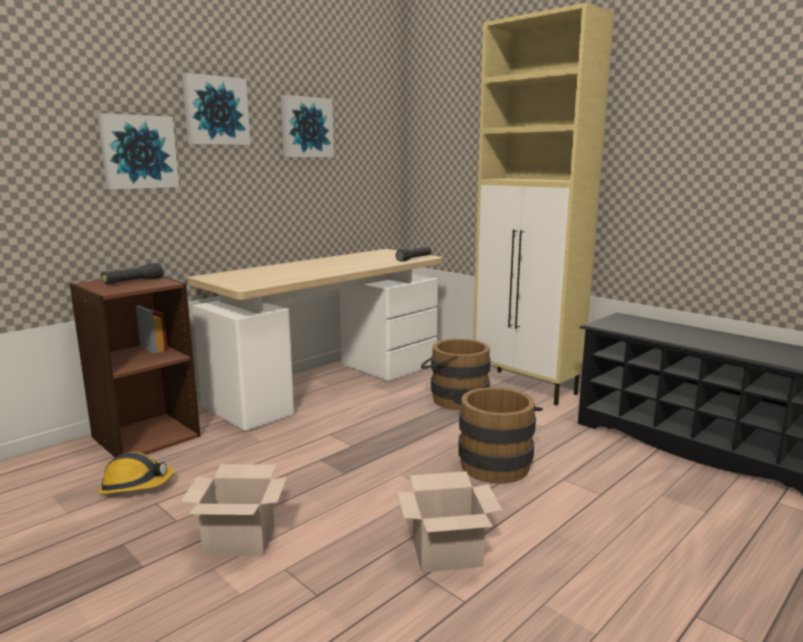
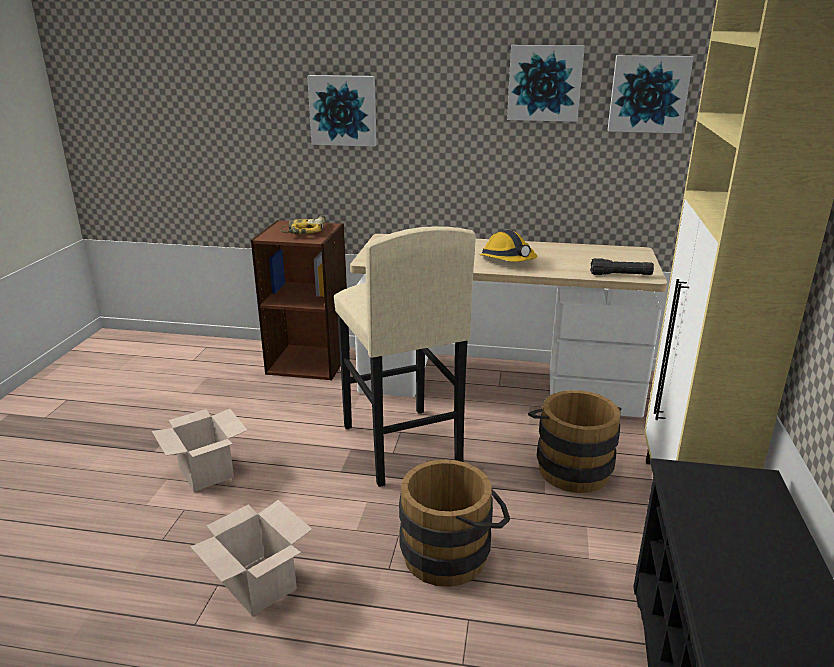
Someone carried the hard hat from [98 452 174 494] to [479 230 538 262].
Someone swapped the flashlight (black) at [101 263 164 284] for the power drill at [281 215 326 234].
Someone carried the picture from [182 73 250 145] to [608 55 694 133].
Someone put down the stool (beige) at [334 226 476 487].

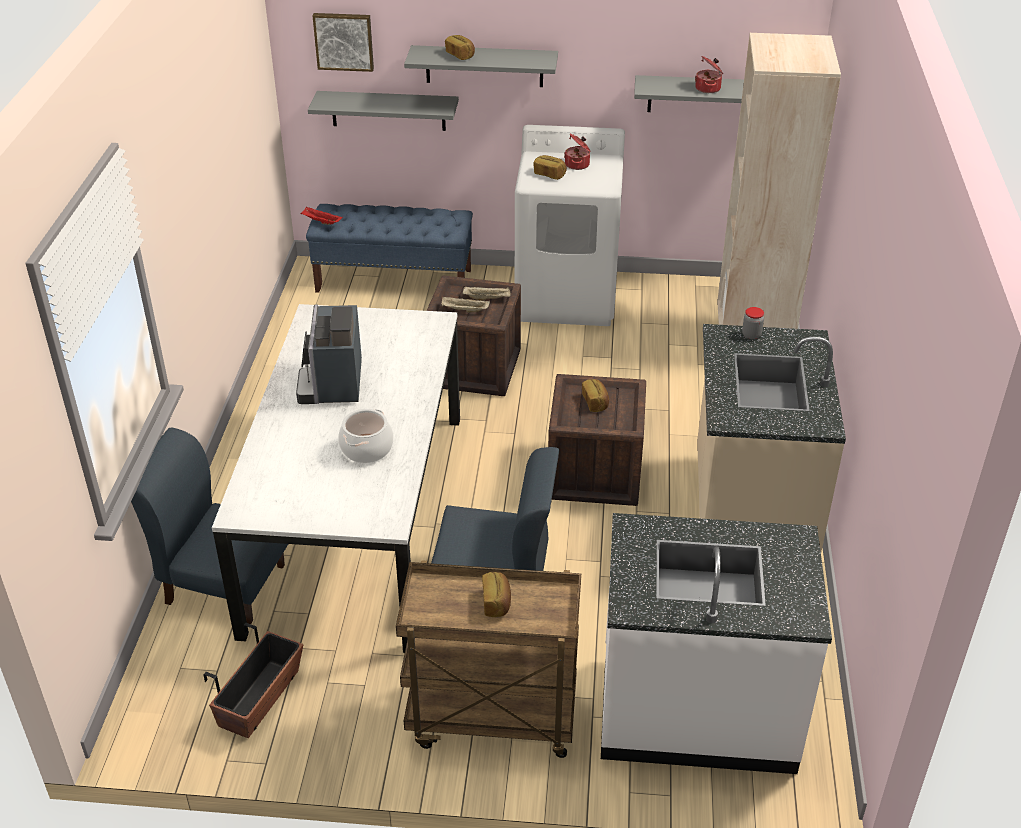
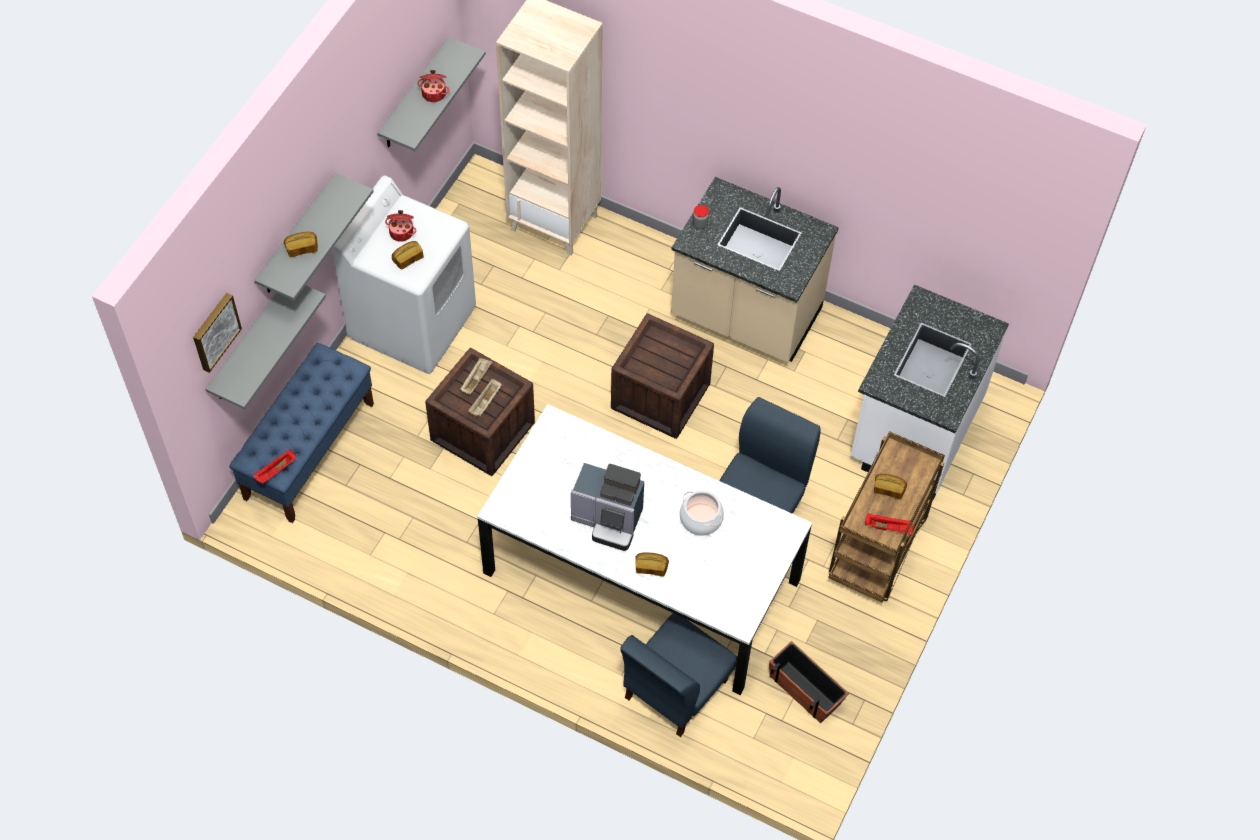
Someone carried the bread from [582 379 609 412] to [635 552 669 577].
Someone put down the tray (red) at [865 513 913 534].

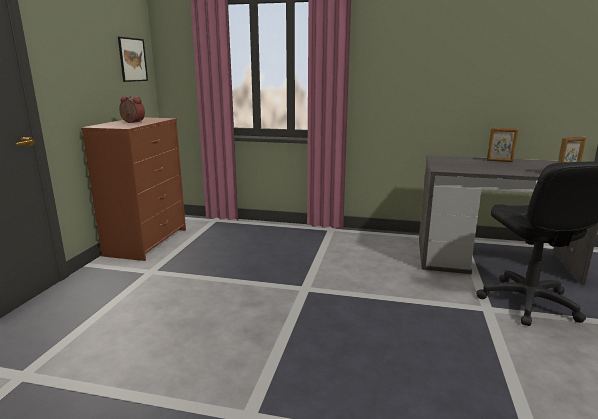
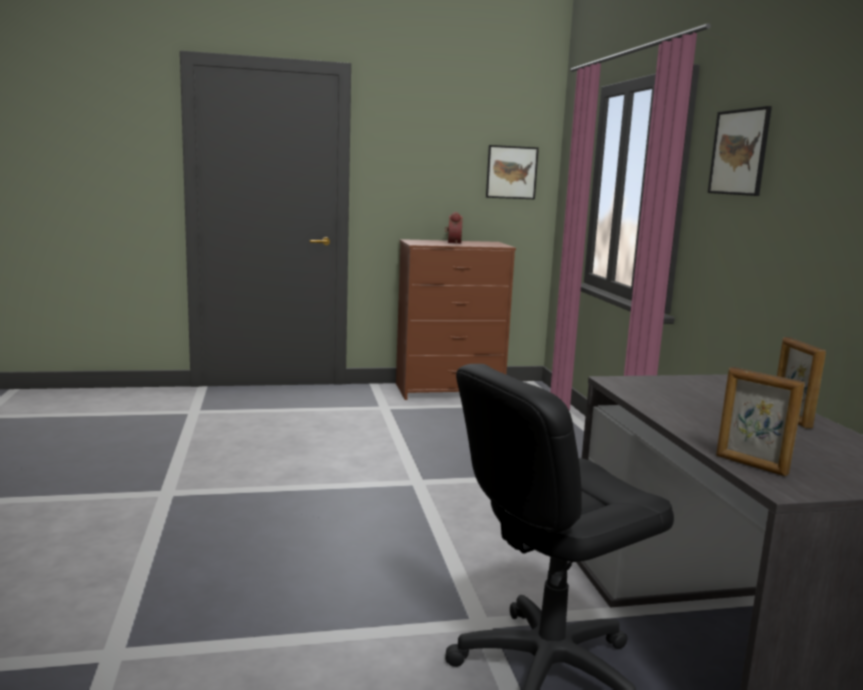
Someone put up the picture at [708 106 772 196].

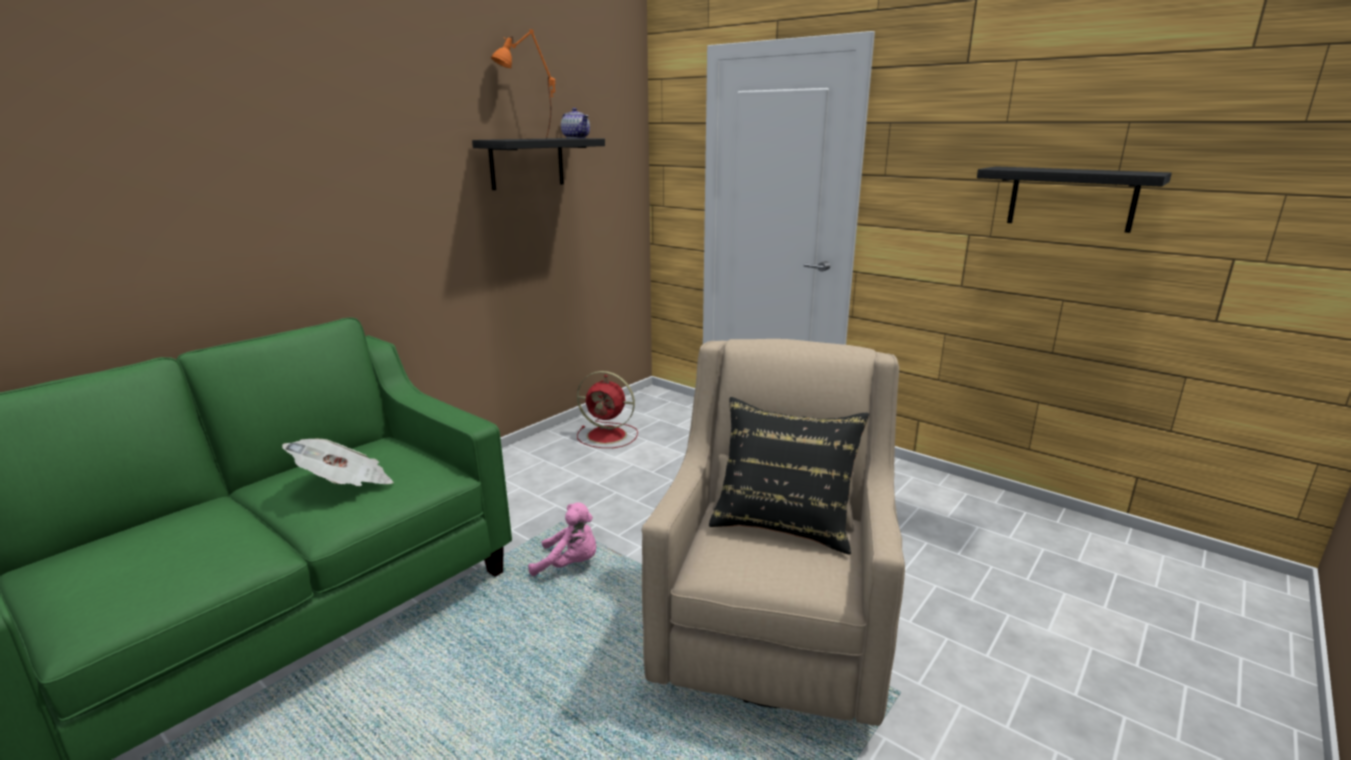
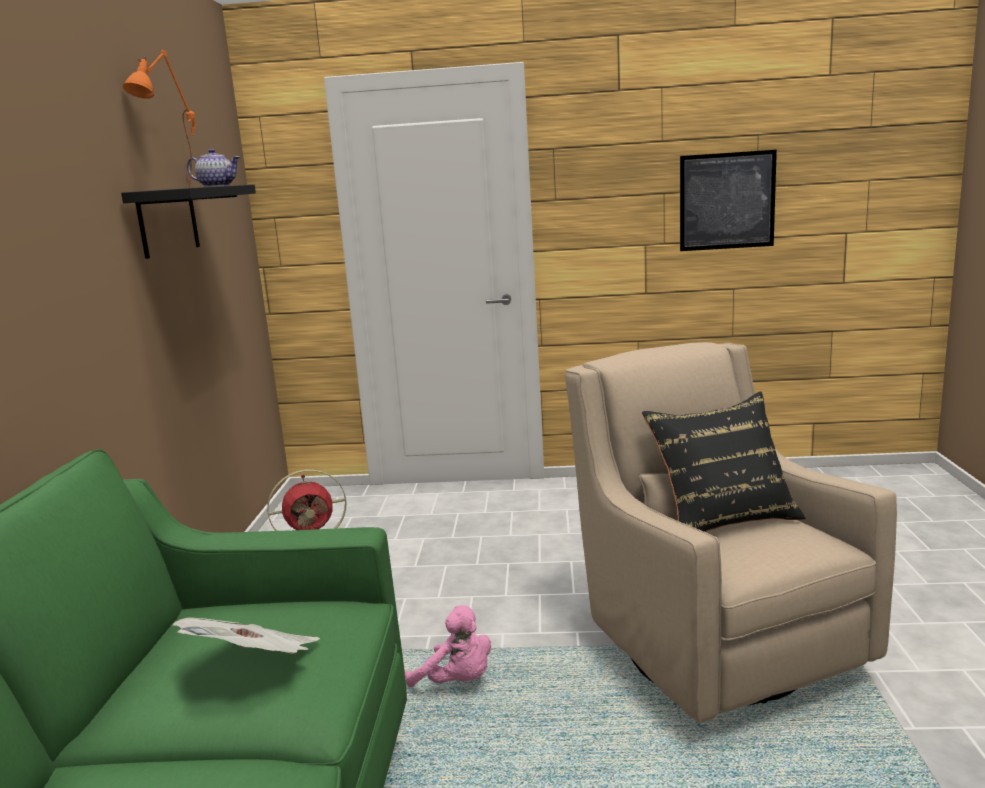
Someone rotated the plush toy (pink) at [528 503 596 576] by 60 degrees clockwise.
Someone swapped the shelf (black) at [977 166 1172 233] for the picture at [680 150 777 251].

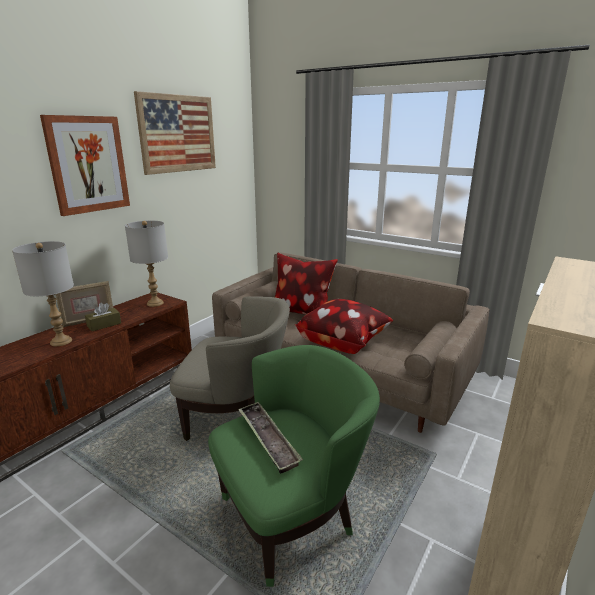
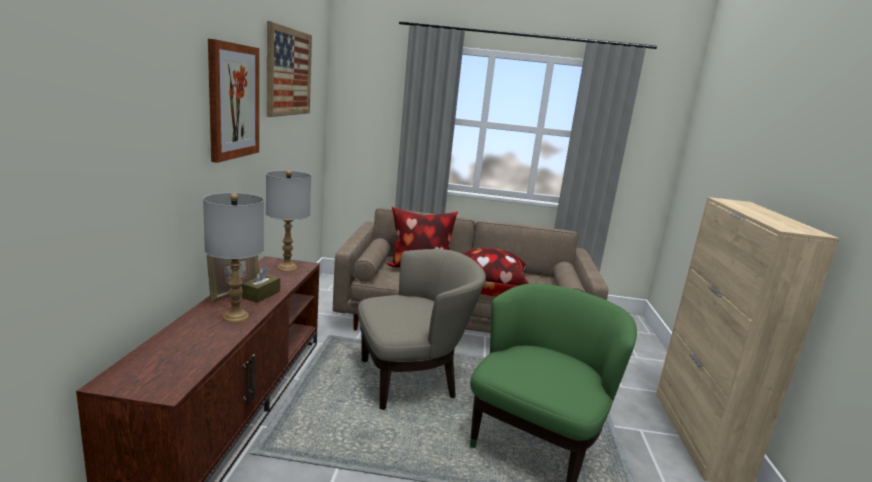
Someone took away the tray at [238 402 303 474].

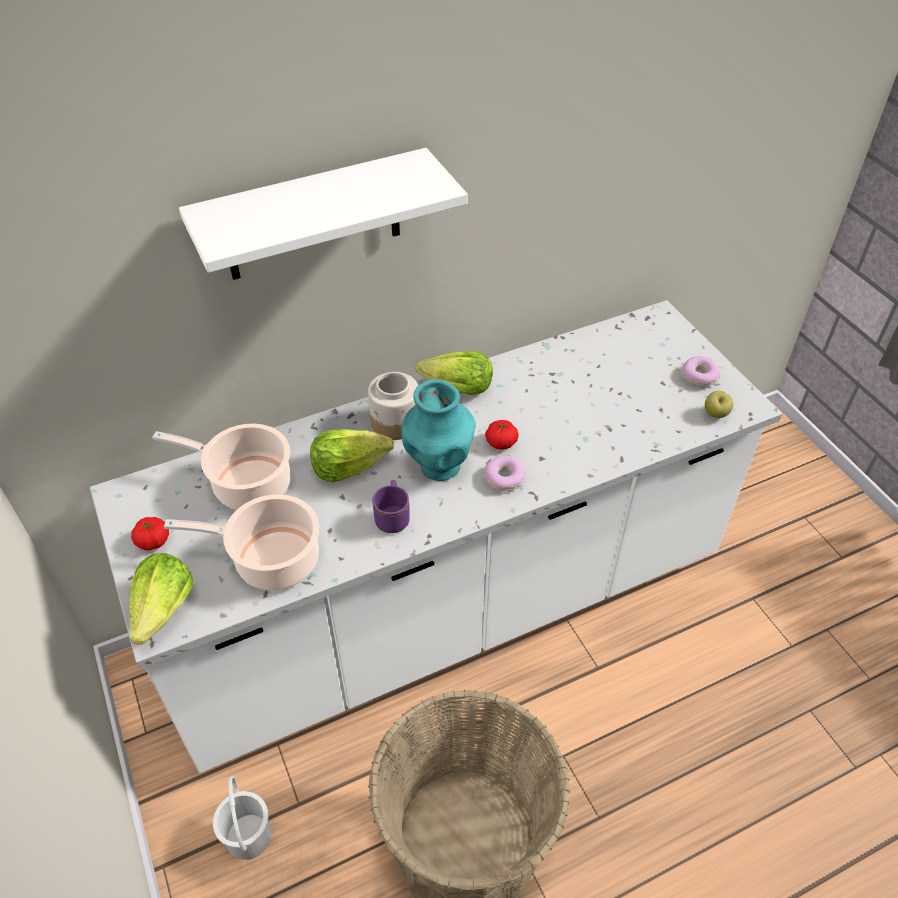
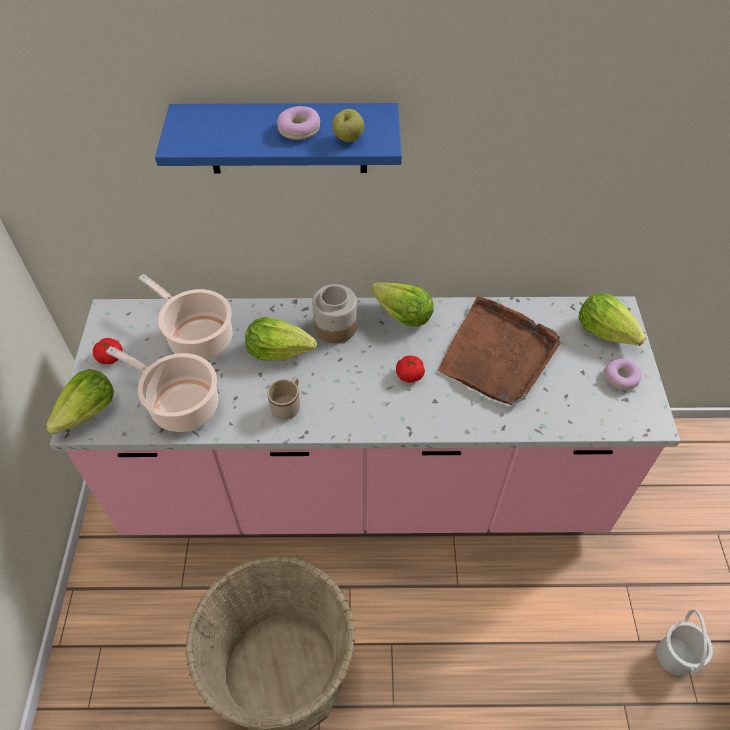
Someone repainted the counter (white) at [90 300 782 773], which became the counter (pink) at [50 296 680 535].
Someone repainted the shelf (white) at [179 148 468 280], which became the shelf (blue) at [155 103 402 174].
Someone carried the bucket (white) from [213 775 272 860] to [657 609 713 675].
Someone repainted the mug (purple) at [372 480 410 533], which became the mug (beige) at [267 376 300 420].
Someone took away the vase (turquoise) at [401 379 476 481].
Someone carried the donut from [484 456 525 491] to [277 106 321 140].
Someone carried the apple from [705 391 733 418] to [333 109 364 142].
Someone put down the tray (brown) at [438 296 561 405].
Someone put down the lettuce at [578 293 646 346].

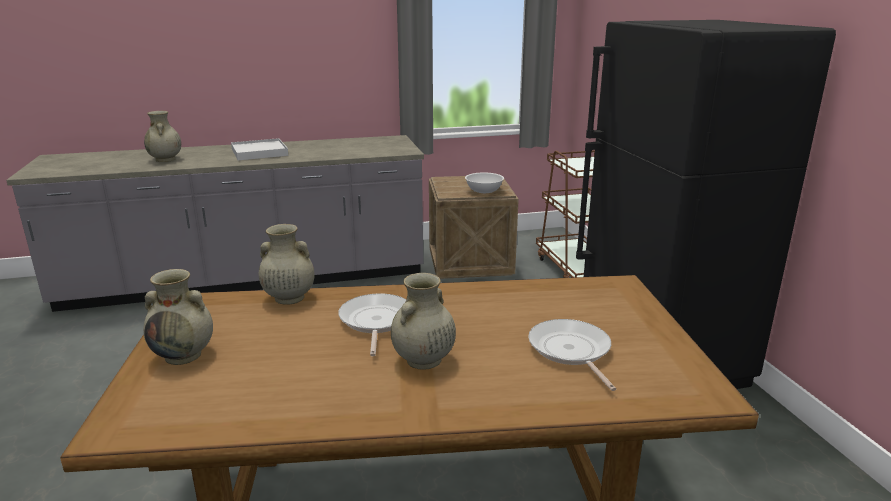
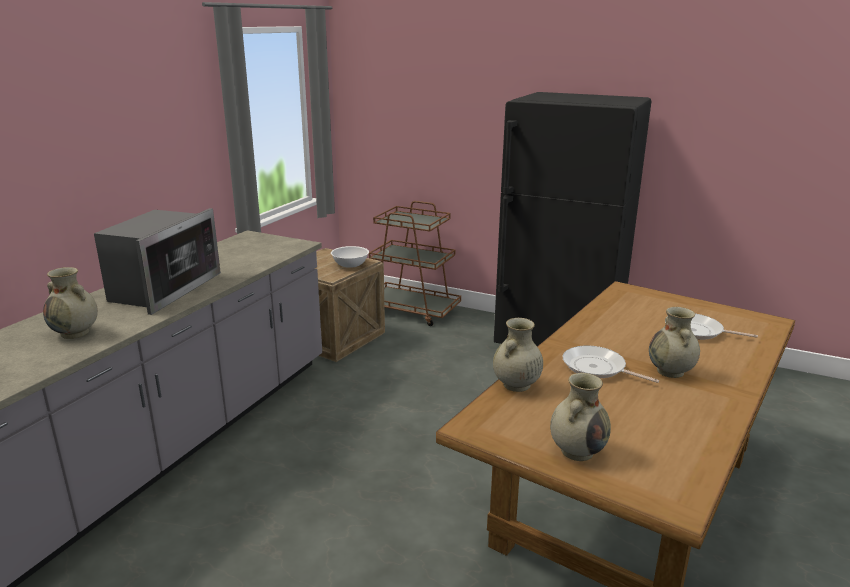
Someone swapped the tray (white) at [231 138 288 160] for the microwave at [94 208 221 315].

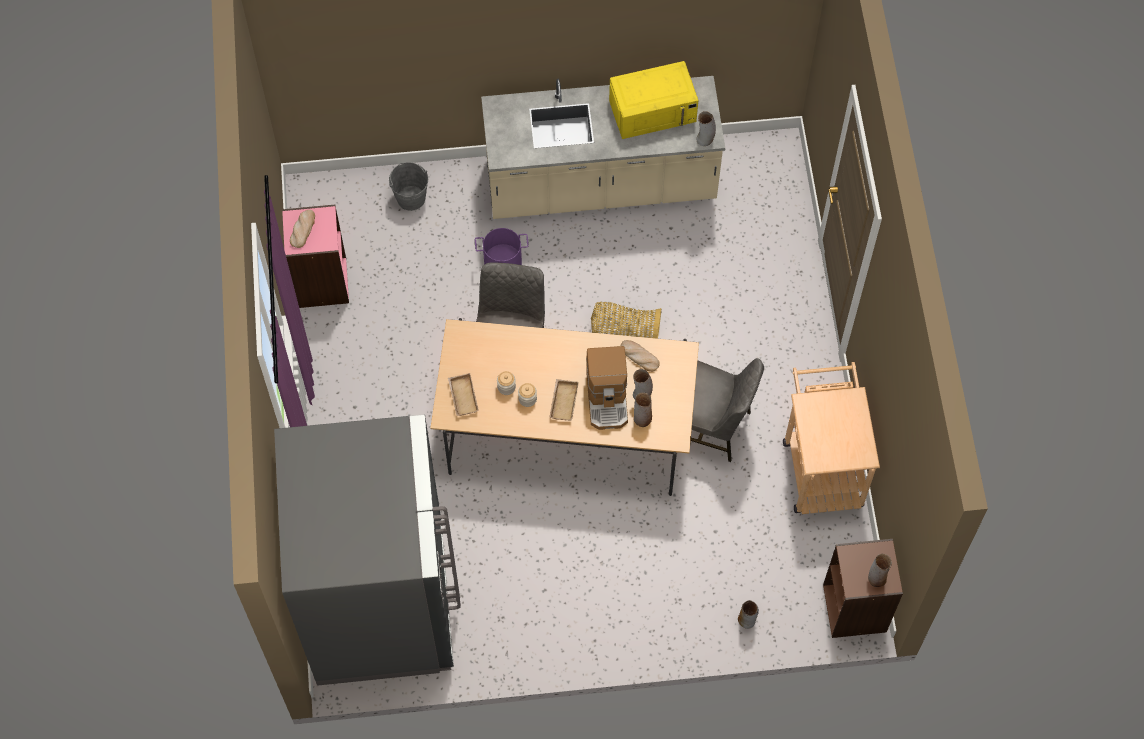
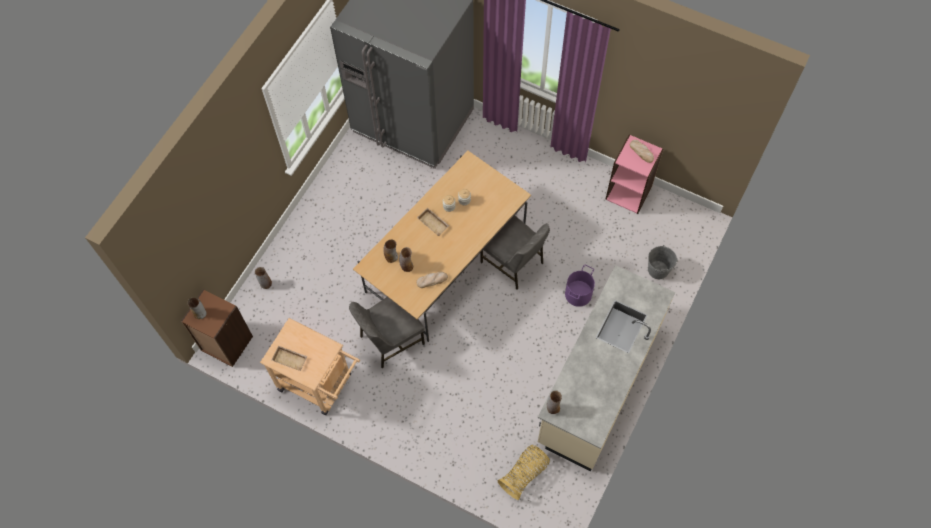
Someone carried the tray (beige) from [448 373 479 416] to [272 346 308 371].
Someone took away the coffee machine at [586 346 628 430].
Someone carried the basket from [591 302 661 339] to [498 445 550 500].
Someone took away the microwave (yellow) at [609 61 698 139].

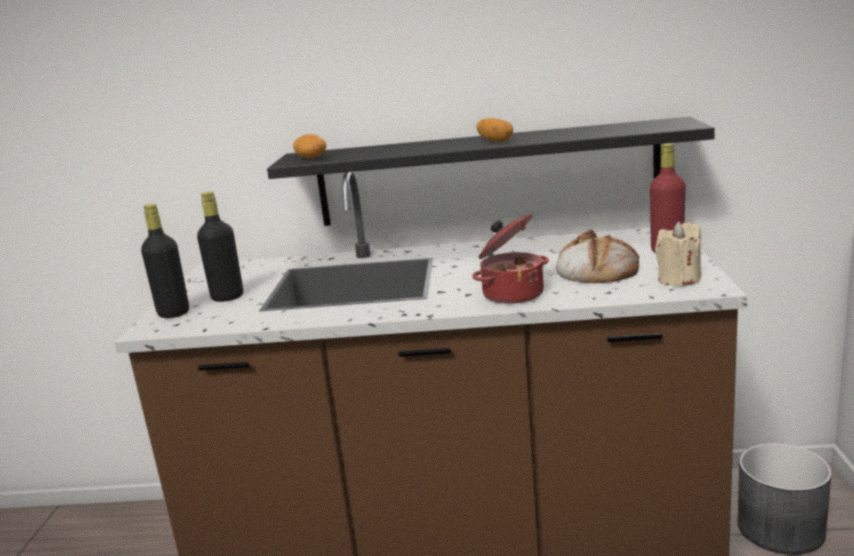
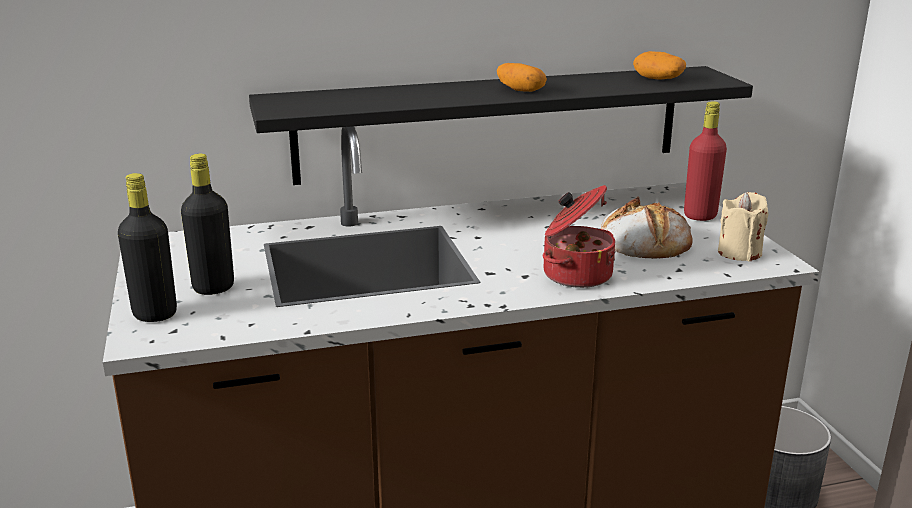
Someone carried the potato from [293 134 326 158] to [633 51 686 79].

